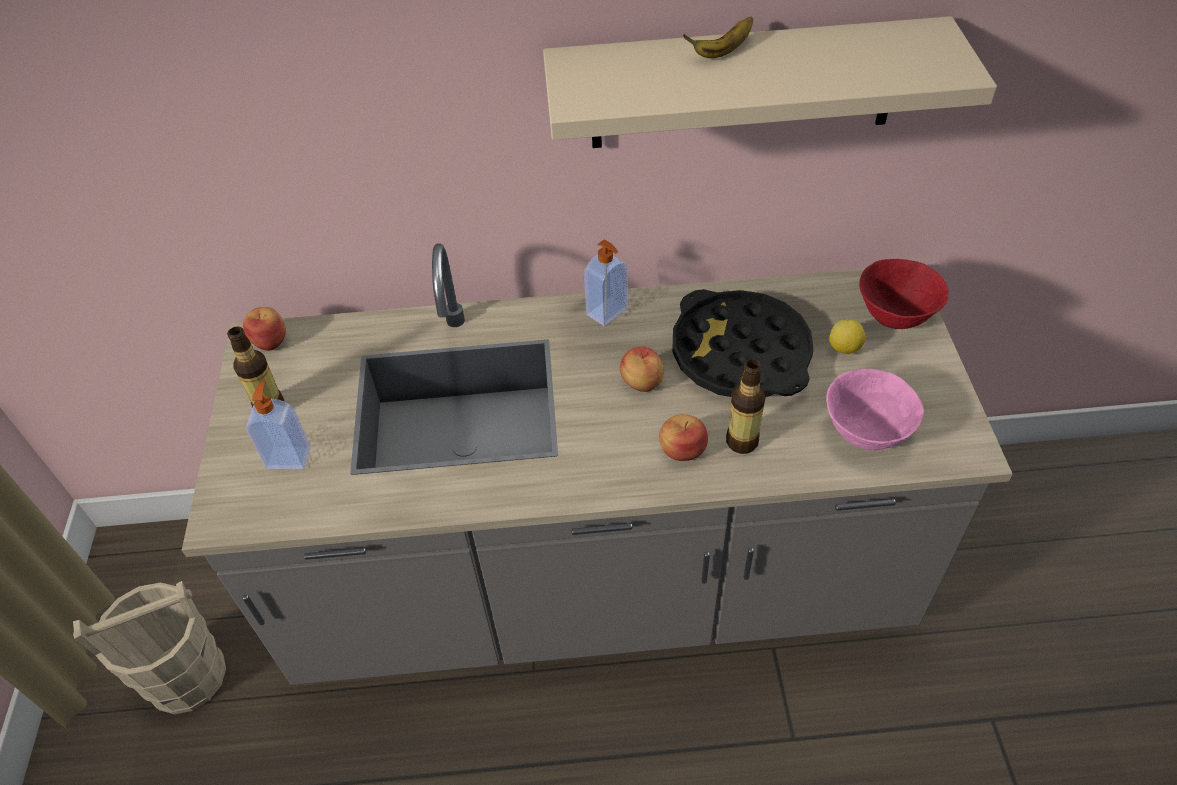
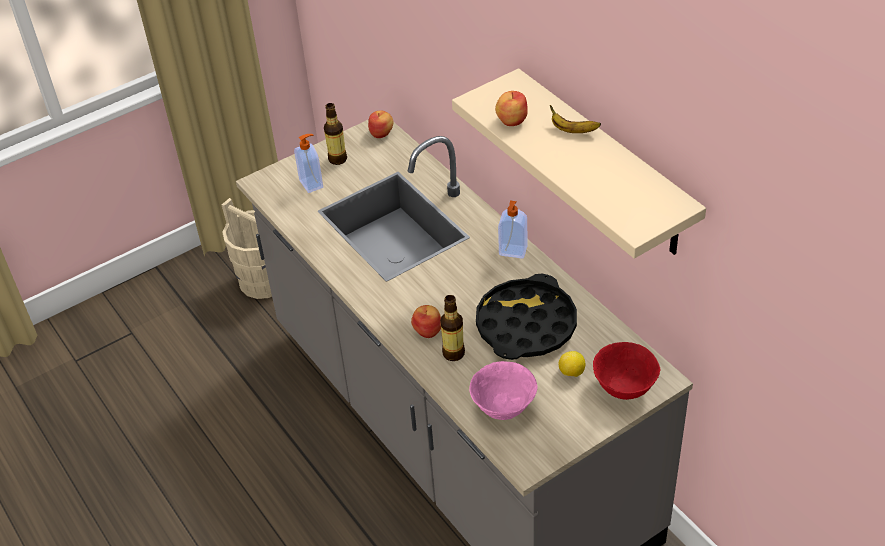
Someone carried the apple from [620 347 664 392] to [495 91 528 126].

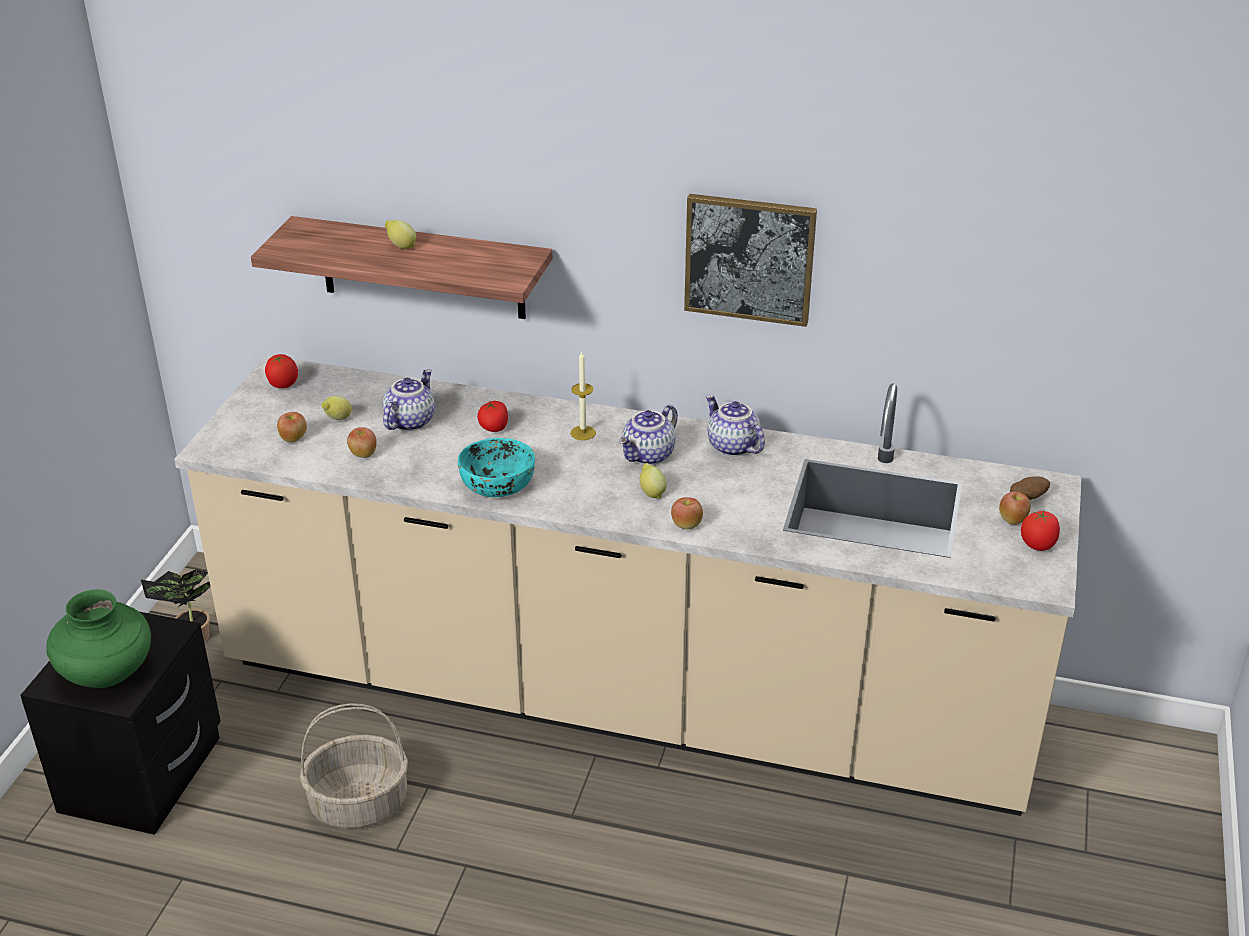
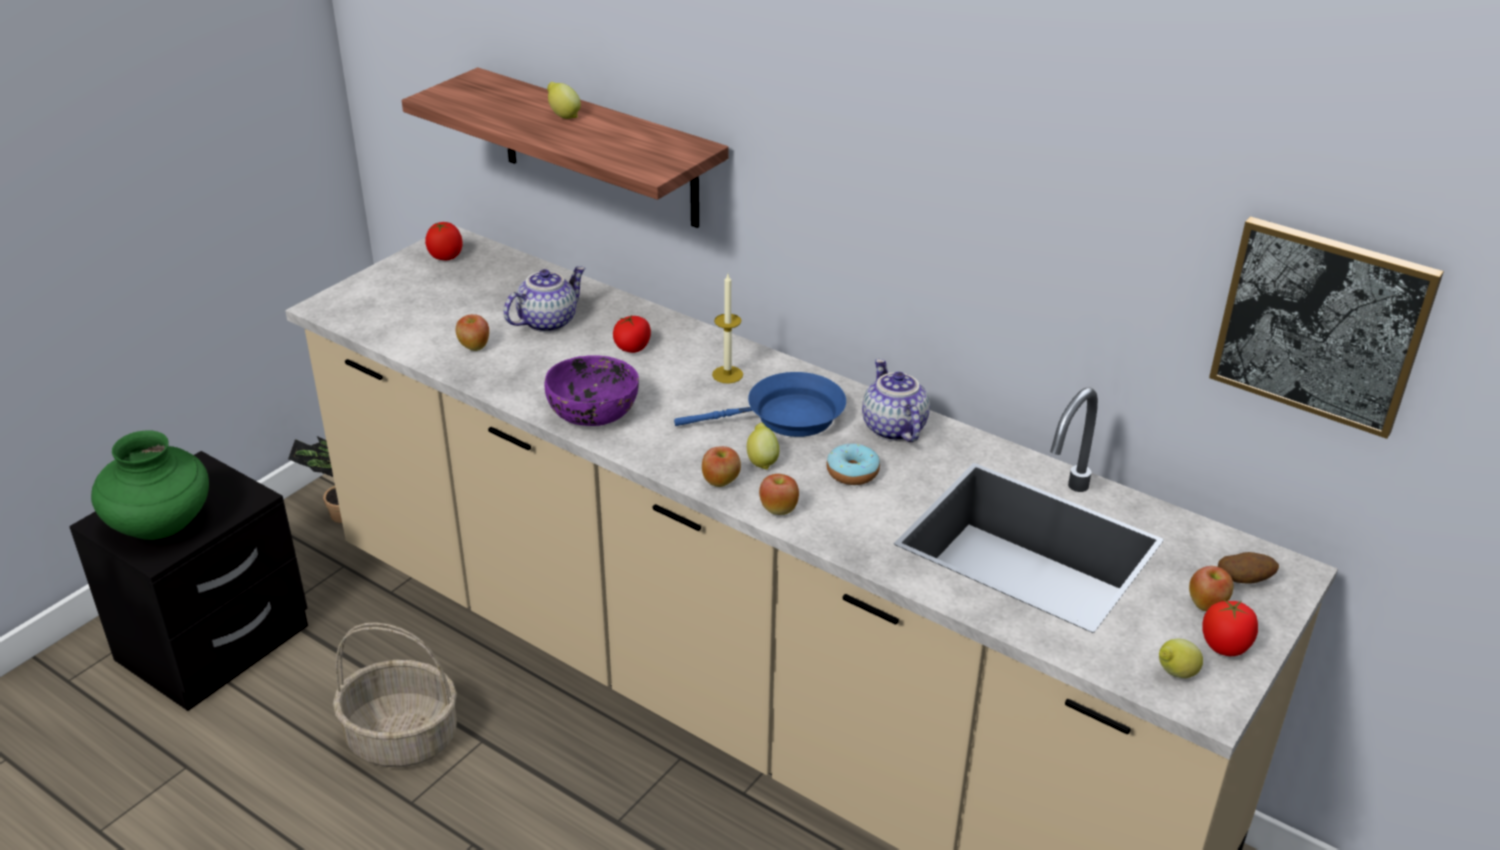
Someone carried the apple from [277 412 307 442] to [702 446 741 487].
Someone carried the lemon from [321 396 352 420] to [1159 639 1203 678].
Someone repainted the bowl (turquoise) at [458 438 535 497], which became the bowl (purple) at [544 356 639 426].
Someone swapped the teapot at [619 405 678 465] for the frying pan (blue) at [674 372 846 437].
Someone carried the picture from [684 194 817 327] to [1209 216 1444 439].
Someone put down the donut at [826 444 880 485].

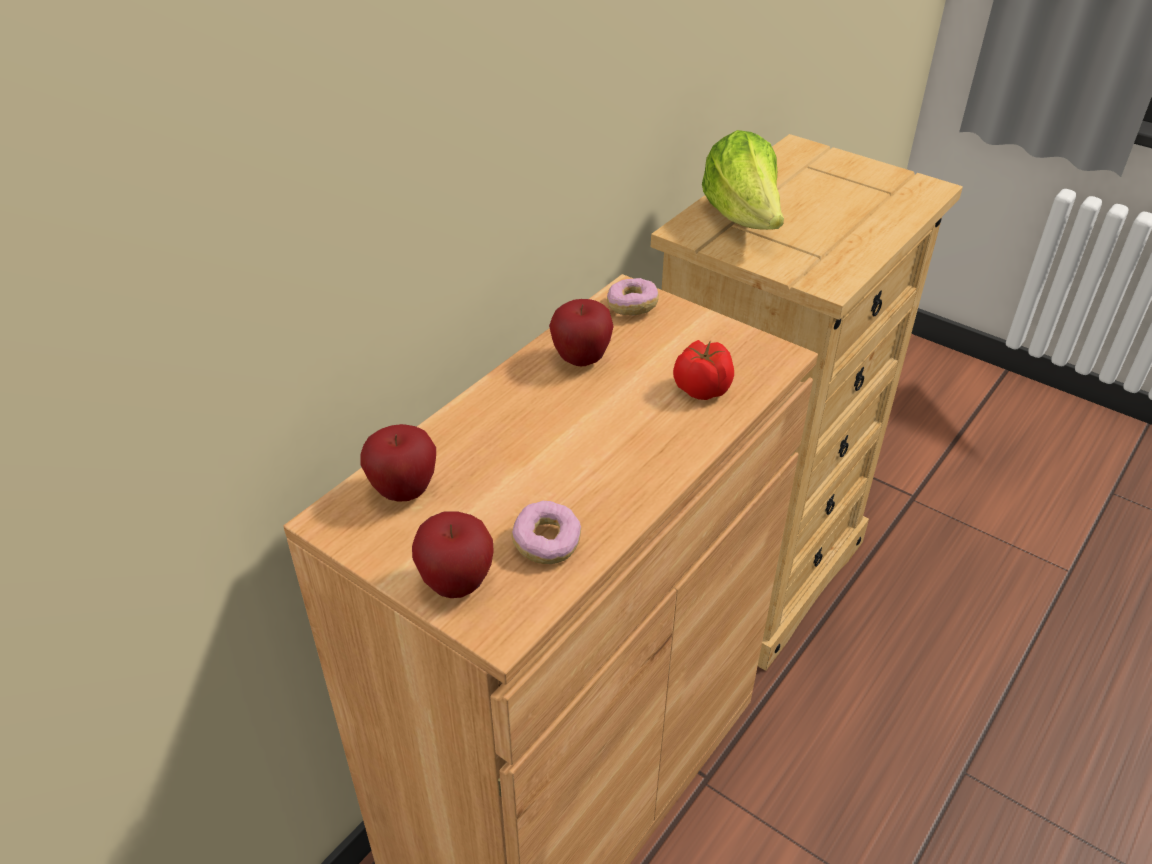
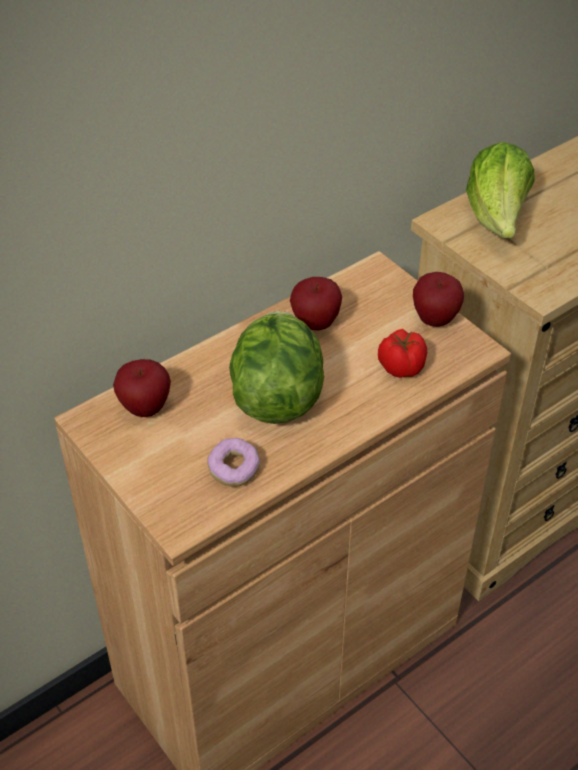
Someone carried the apple from [412 512 494 598] to [413 272 464 327].
Someone took away the donut at [607 278 659 315].
Someone put down the lettuce at [229 311 324 424].

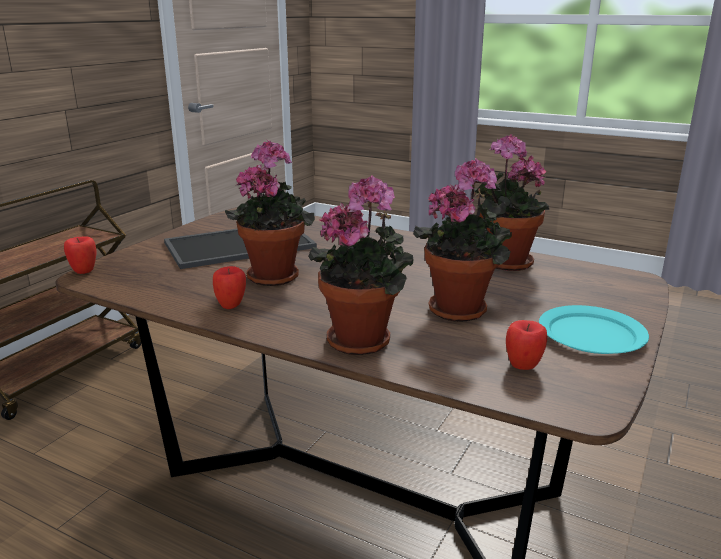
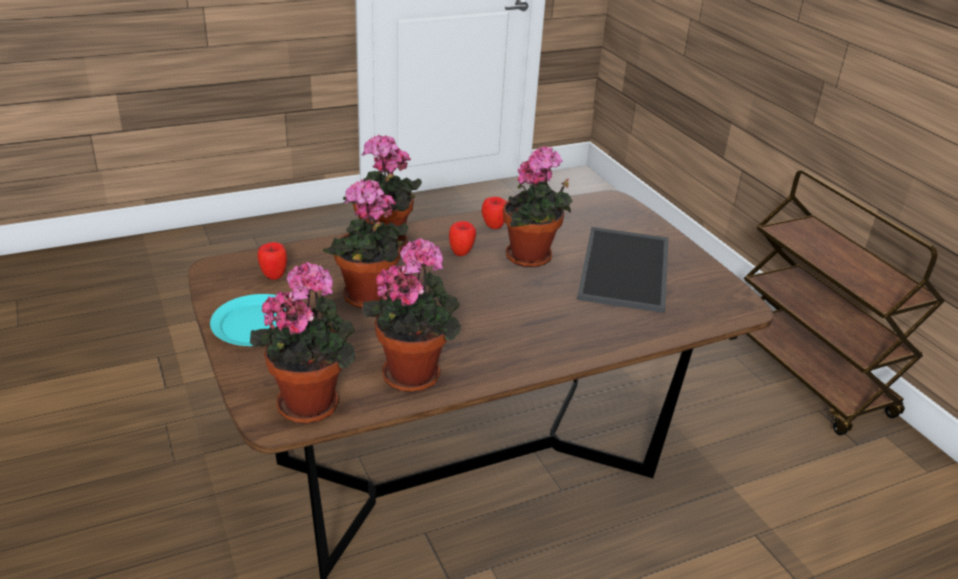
Someone carried the apple from [64 236 97 274] to [449 221 476 256].
Someone put down the potted plant at [250 262 356 424].

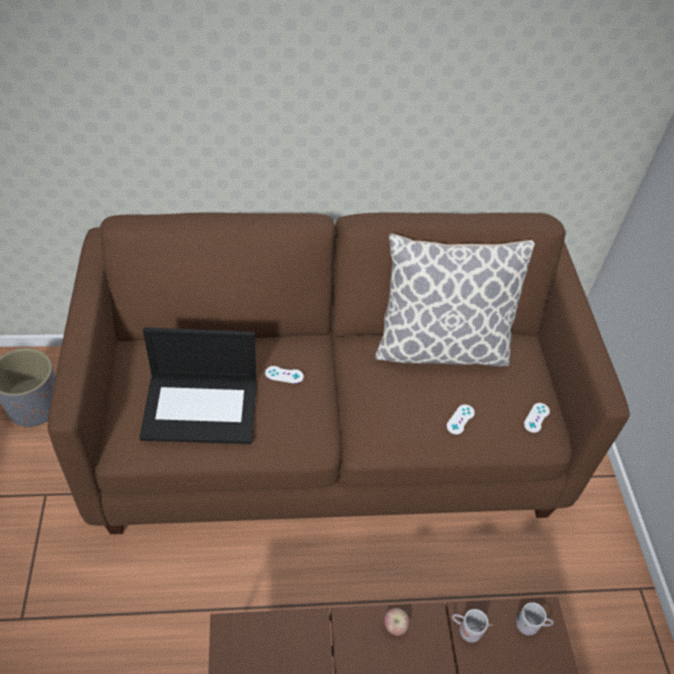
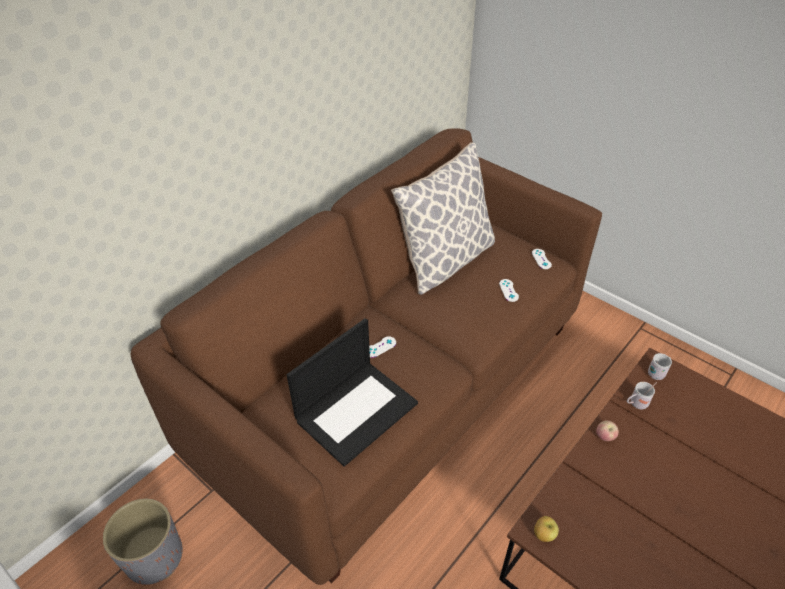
Someone put down the apple at [534 516 559 542].

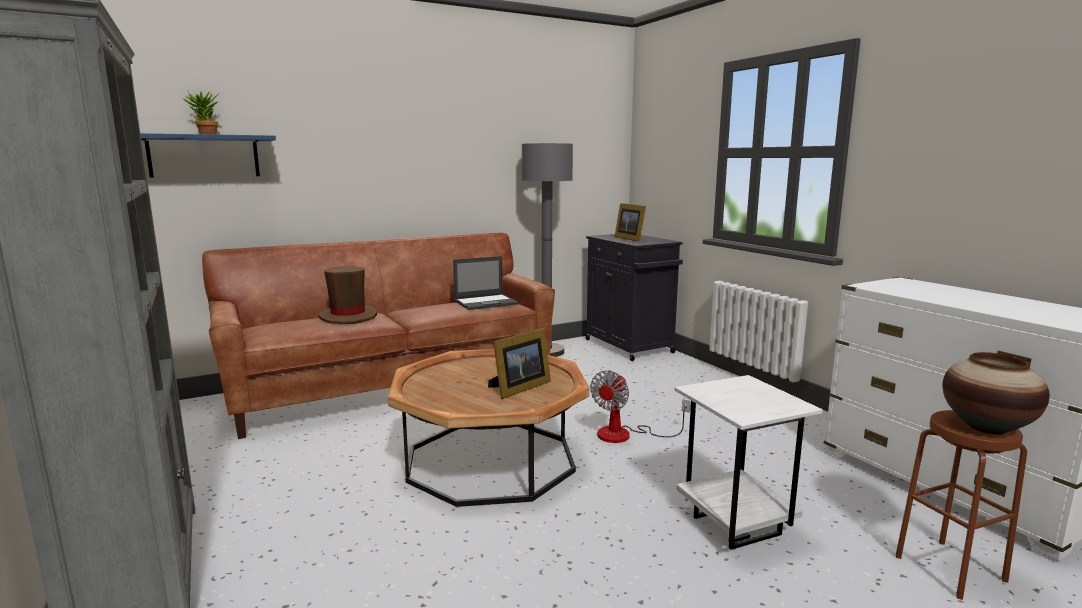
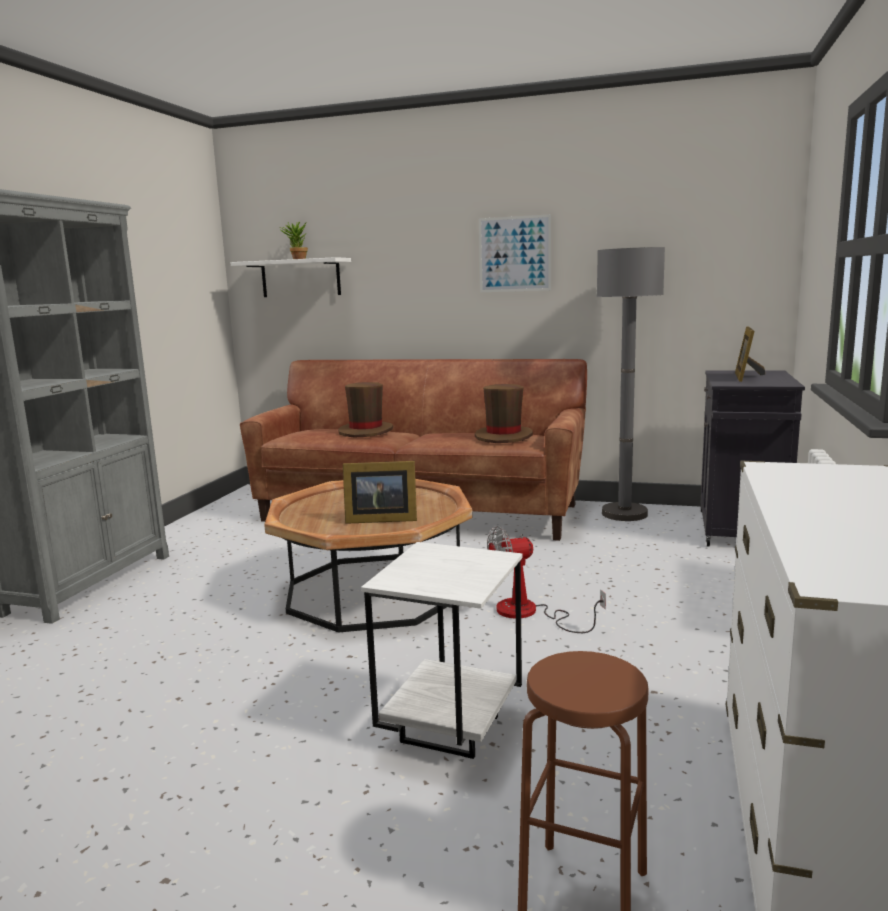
Someone repainted the shelf (blue) at [140 133 276 178], which became the shelf (white) at [230 257 351 297].
Someone swapped the laptop at [453 256 519 310] for the hat (brown) at [475 384 533 443].
Someone took away the vase at [943 352 1050 435].
Someone put up the picture at [479 214 551 292].

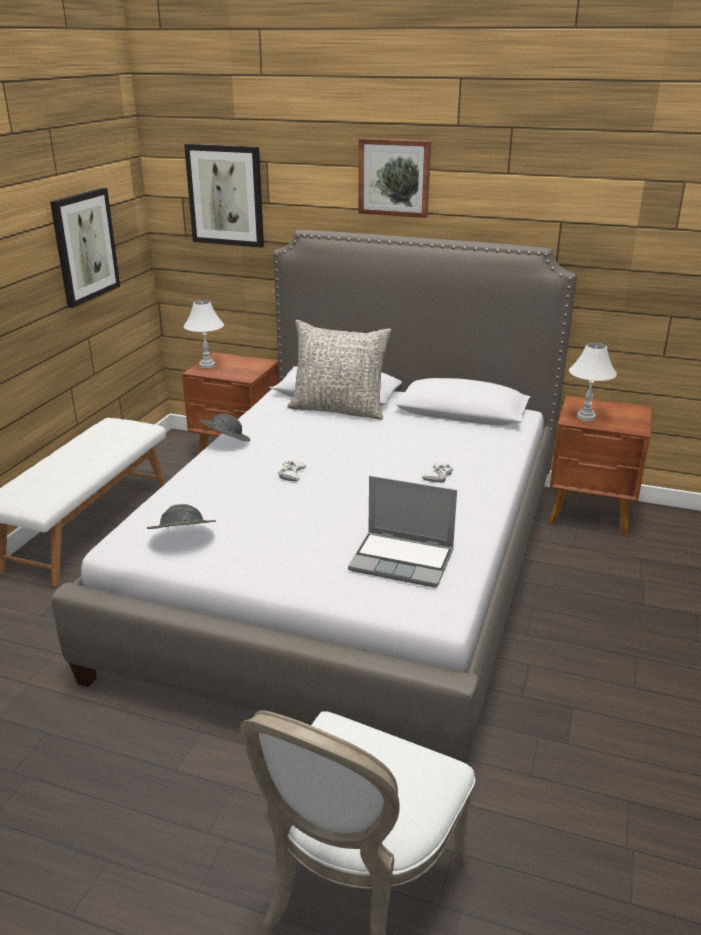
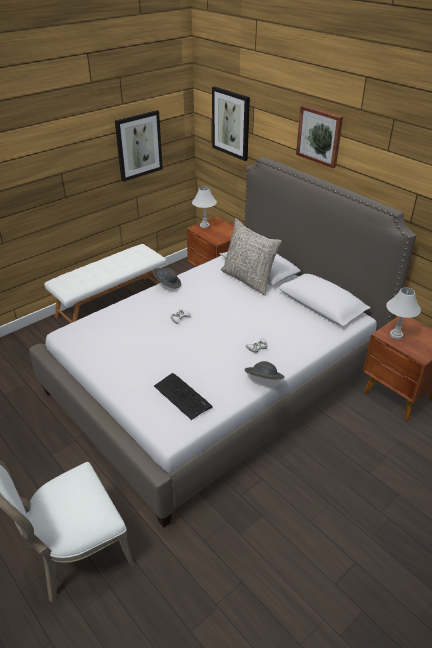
Someone carried the hat (grey) from [147 504 216 529] to [245 361 284 380].
Someone swapped the laptop at [348 476 457 588] for the keyboard at [154 373 213 420].

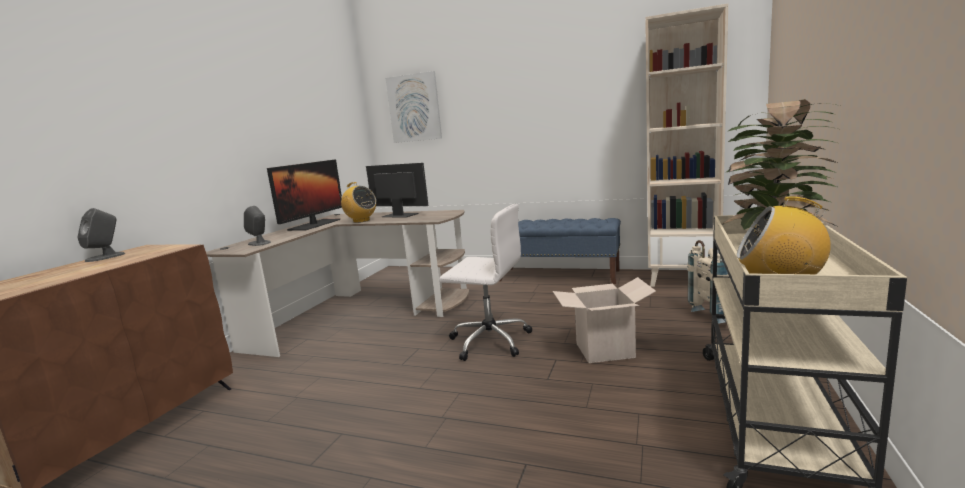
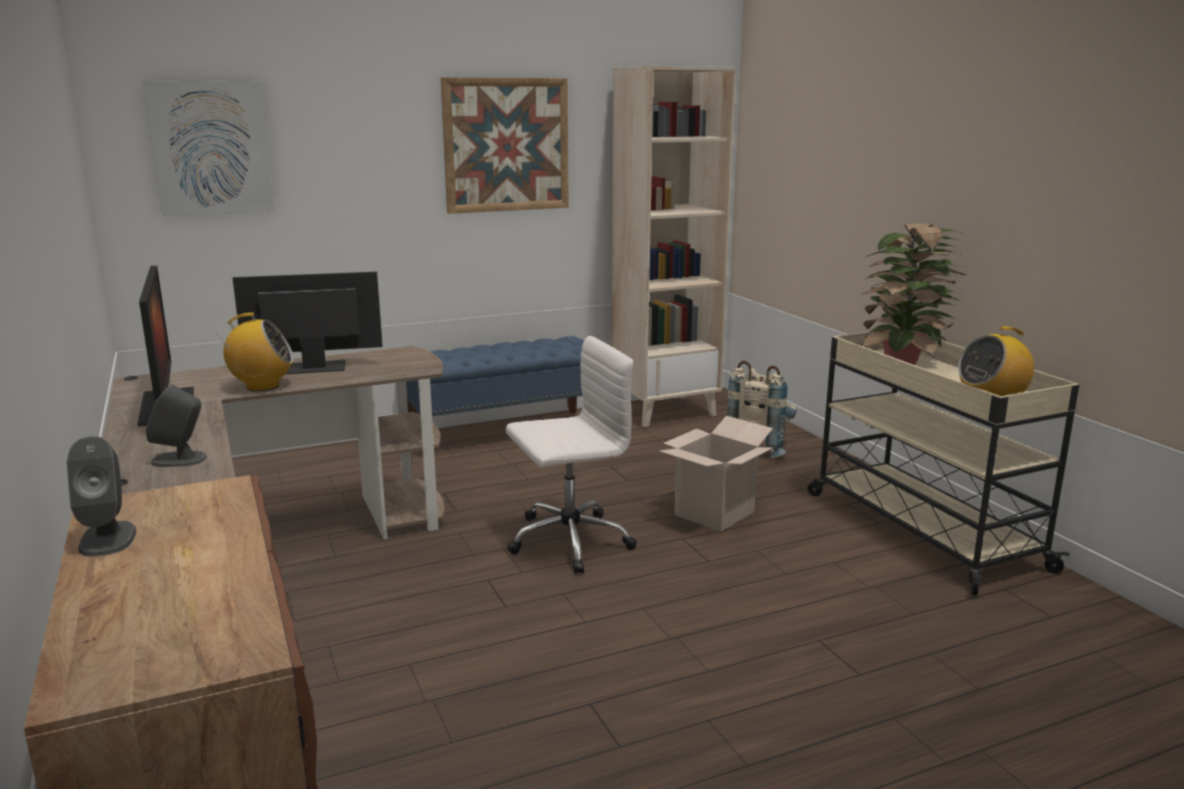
Someone put up the picture at [441 77 569 214].

